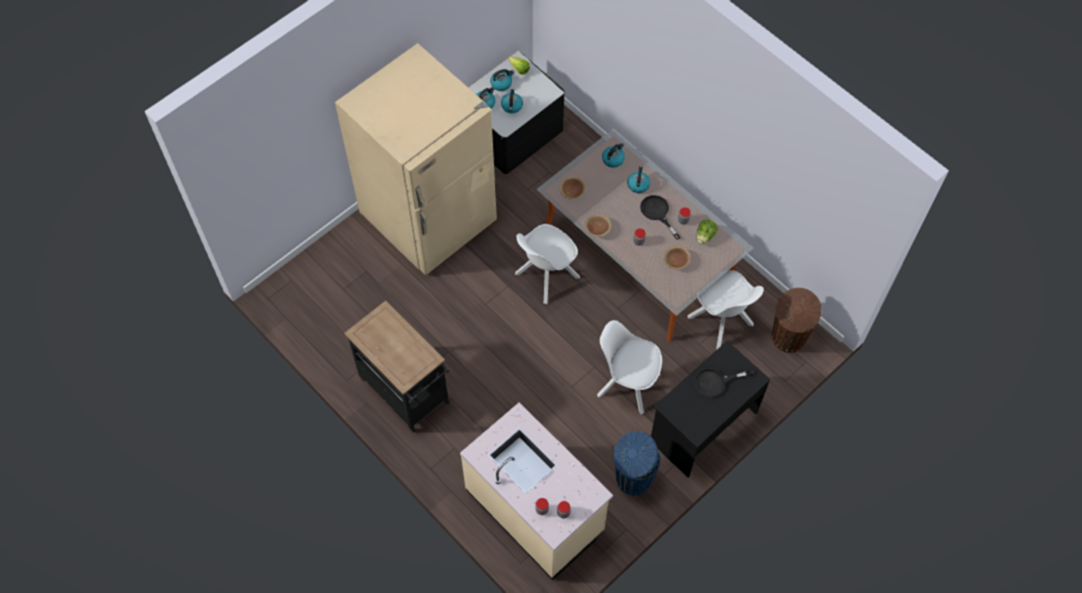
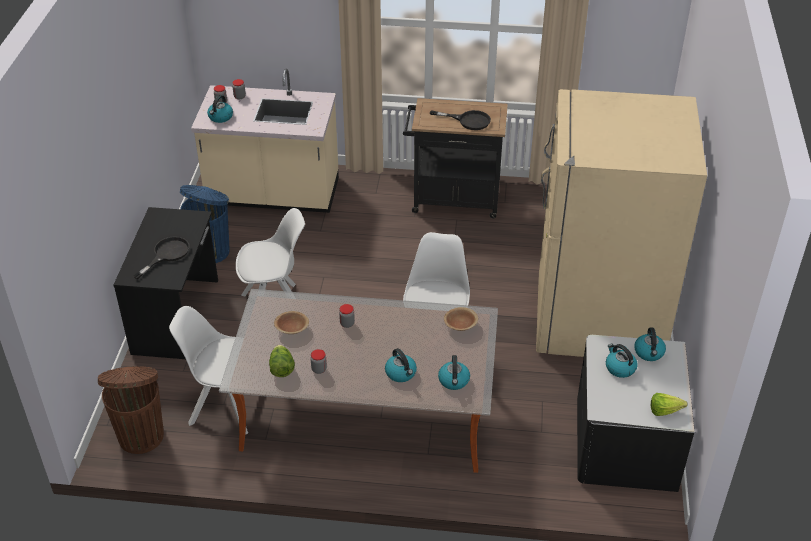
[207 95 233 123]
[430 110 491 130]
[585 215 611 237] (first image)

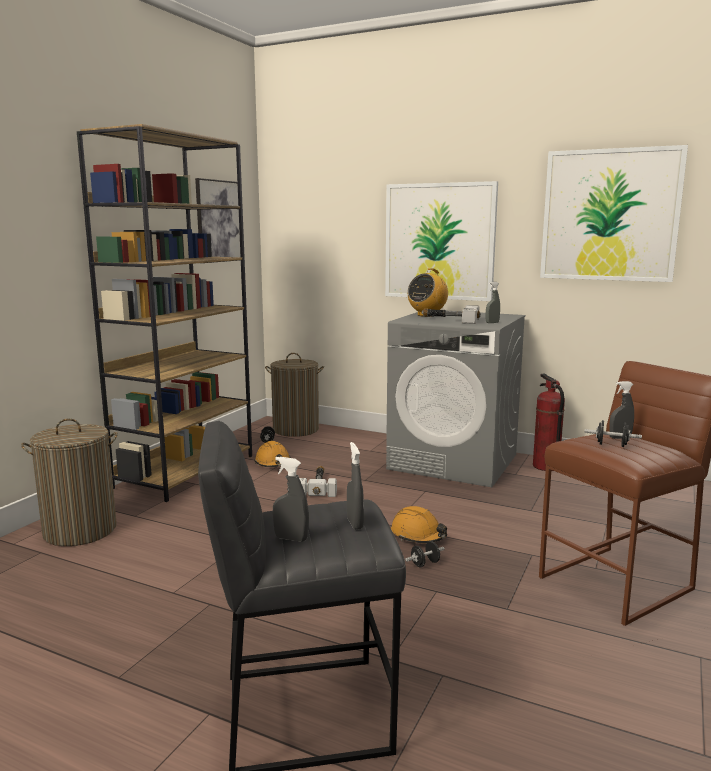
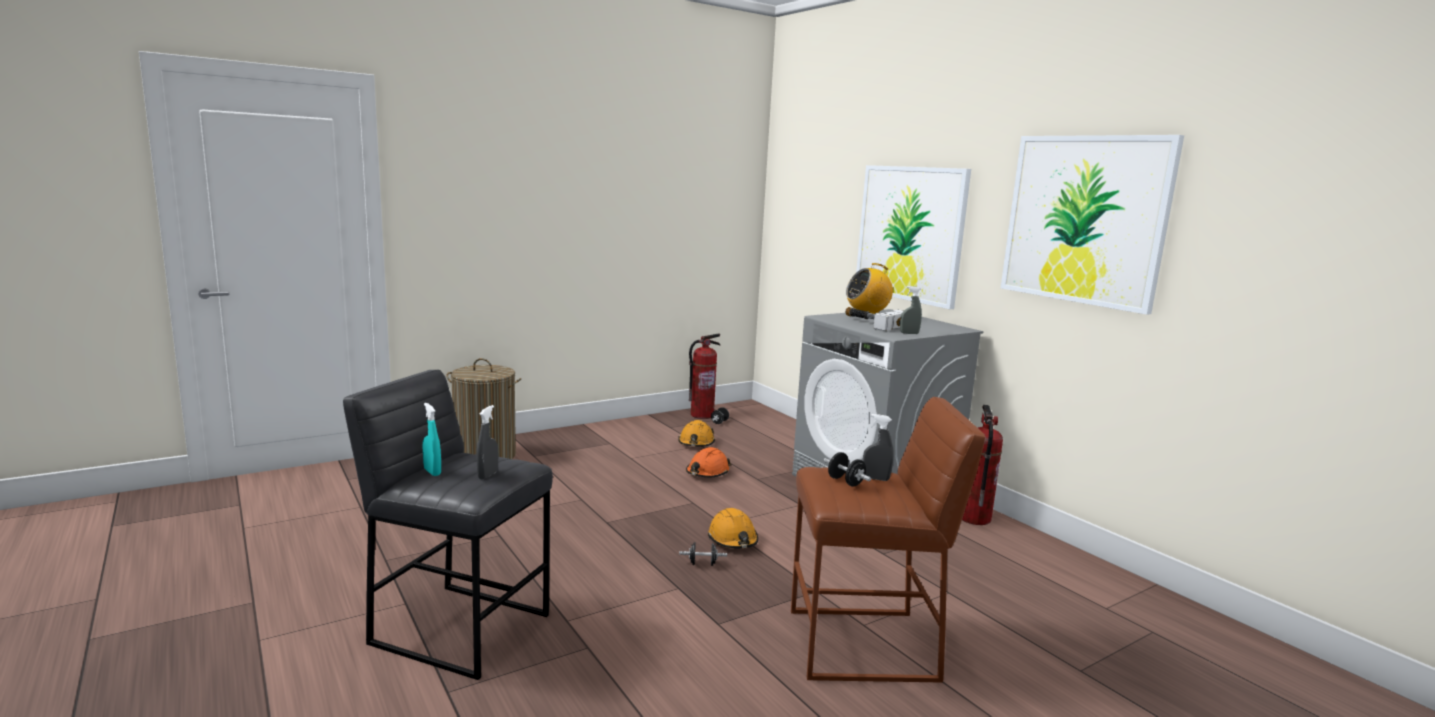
[77 124 252 502] (first image)
[195 178 240 263] (first image)
[265 353 324 437] (first image)
[422 403 441 476]
[686 447 731 477]
[689 334 721 419]

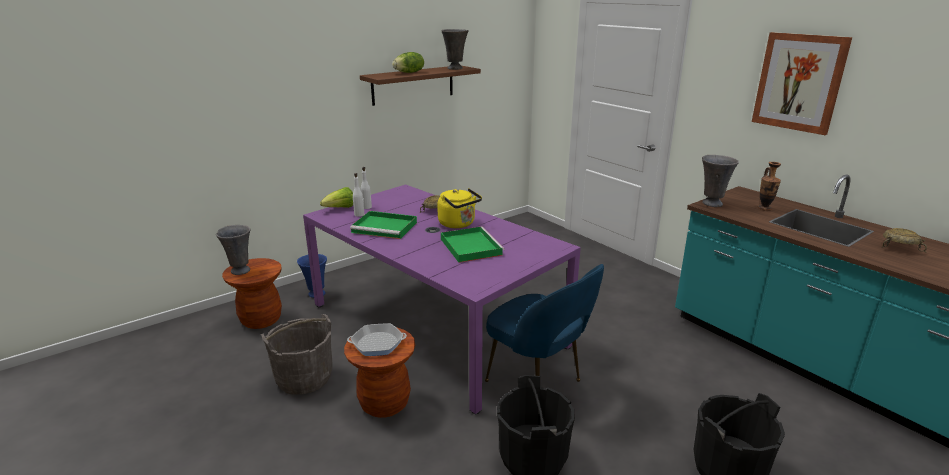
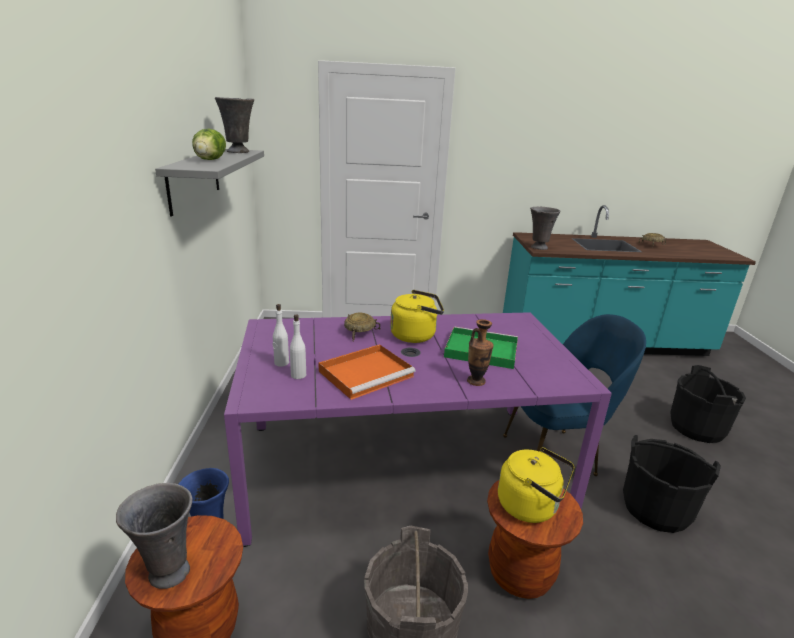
[752 32 852 135] (first image)
[155 149 264 216]
[467 319 494 386]
[320 187 353 208] (first image)
[319 344 416 400]
[498 447 574 523]

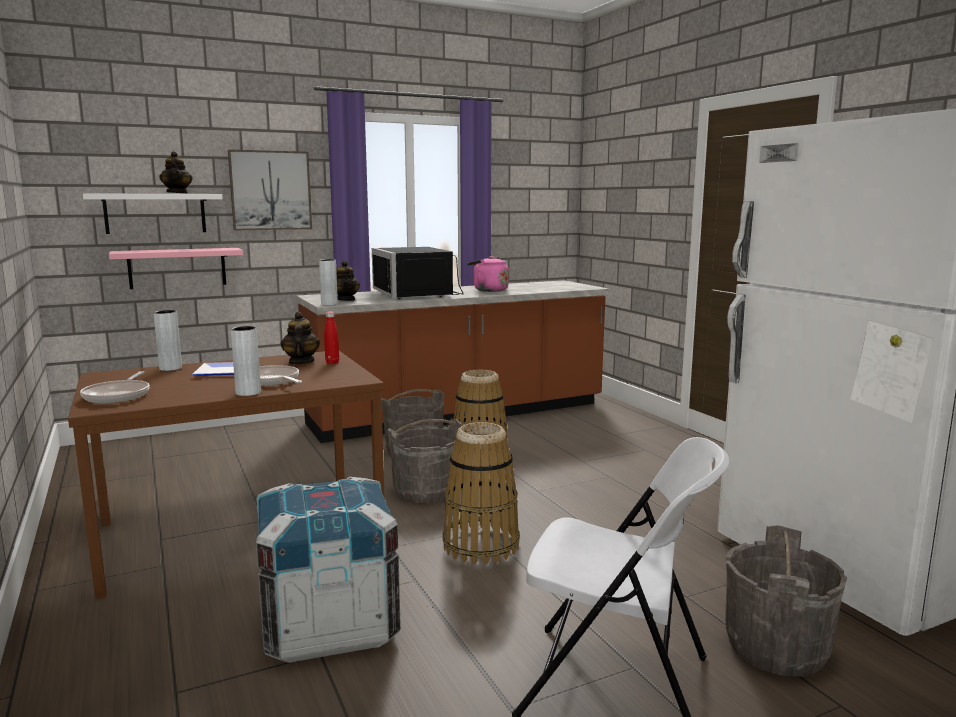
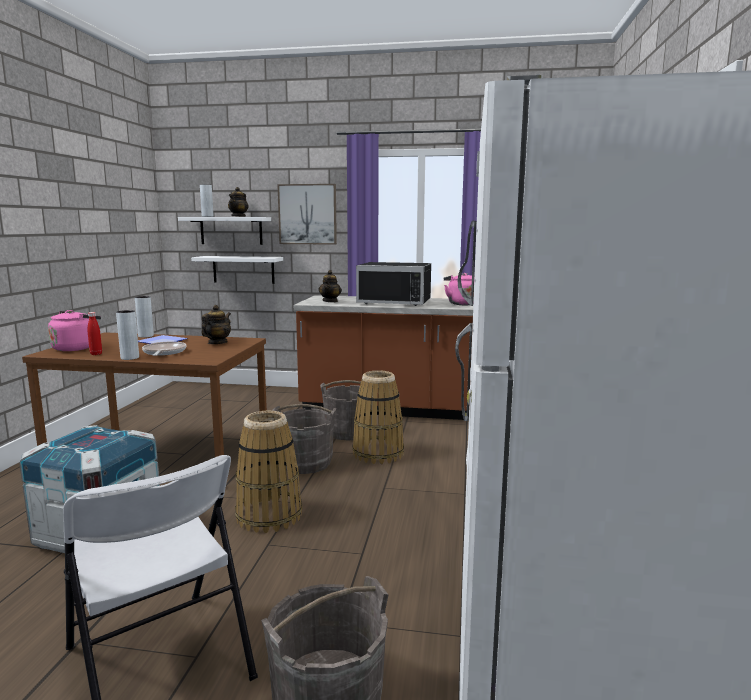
[356 262 431 306]
[191 256 283 284]
[200 184 213 217]
[88 312 102 355]
[48 310 101 351]

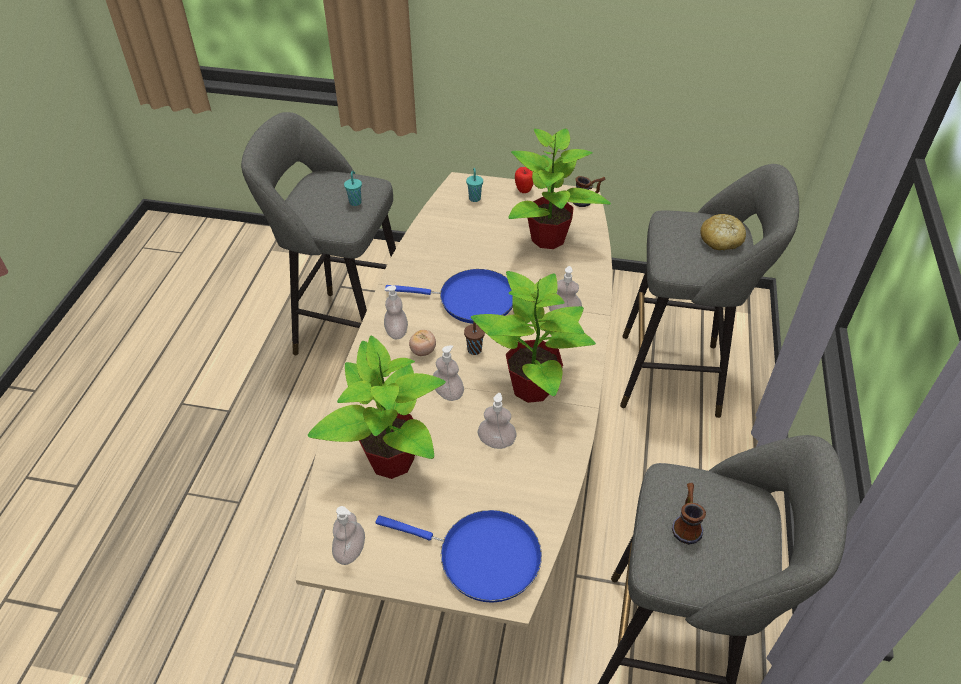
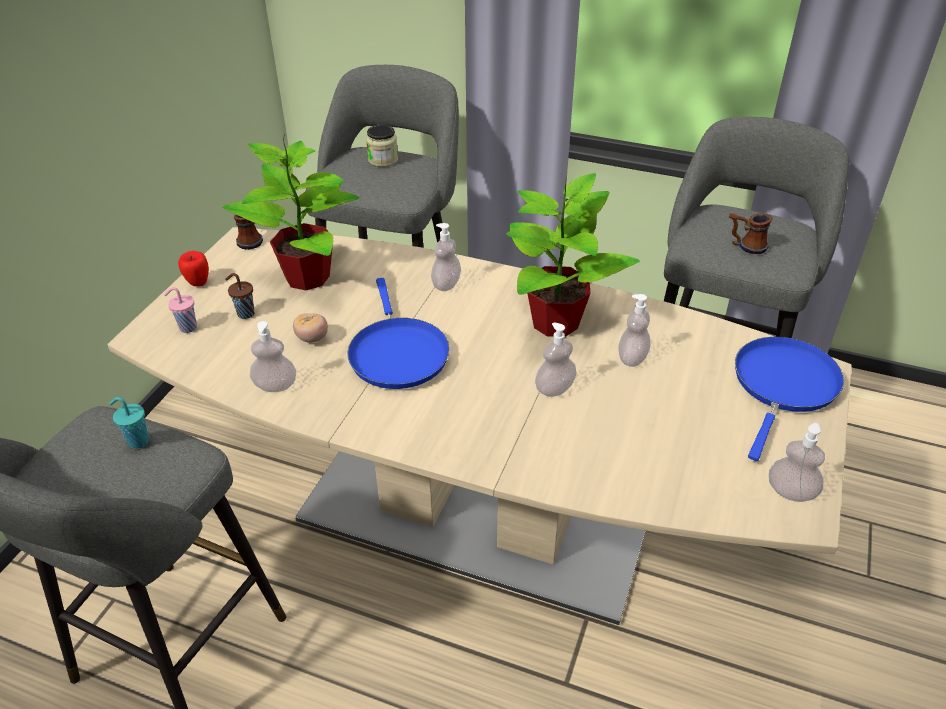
[164 287 197 333]
[366 125 398 167]
[348 278 450 389]
[250 321 296 392]
[225 273 254 319]
[293 313 328 343]
[308 336 446 479] (first image)

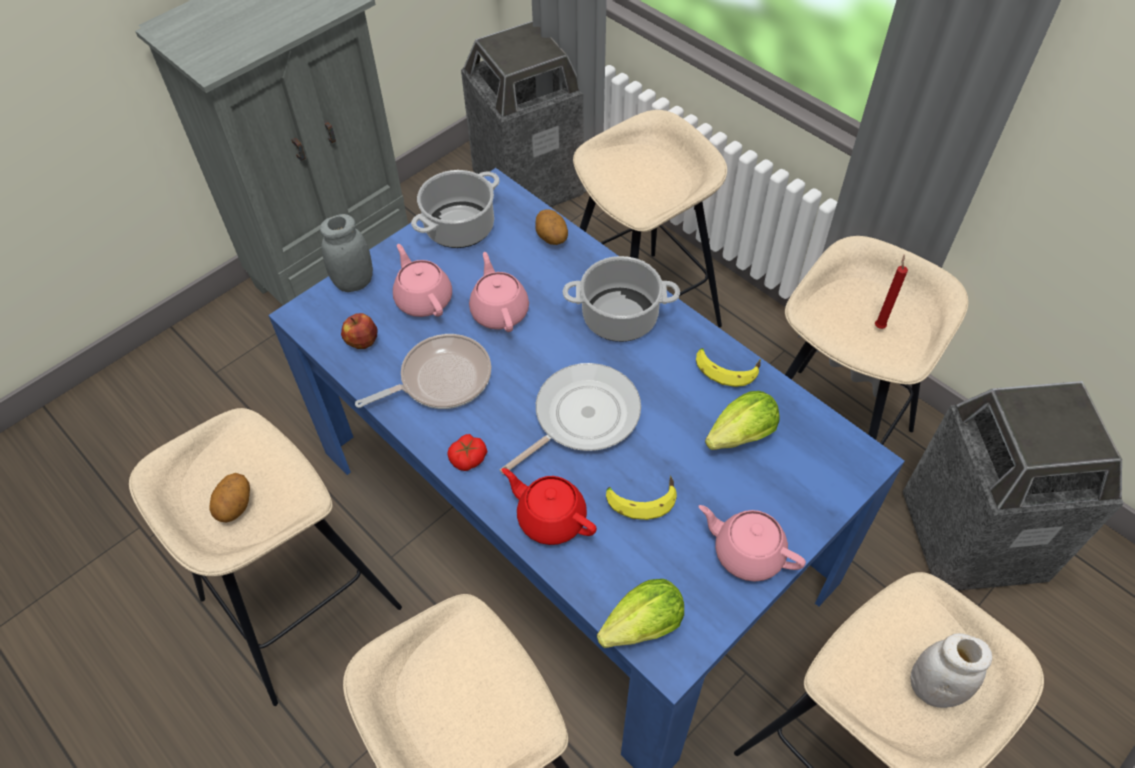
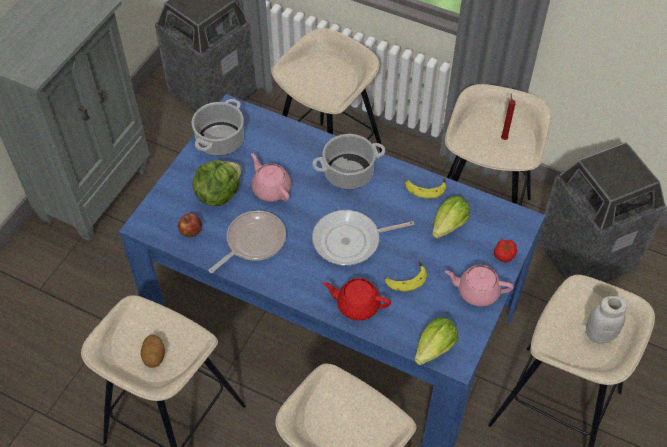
[535 209 568 245] (first image)
[320 214 373 292] (first image)
[192 160 241 206]
[312 210 414 265]
[494 239 517 262]

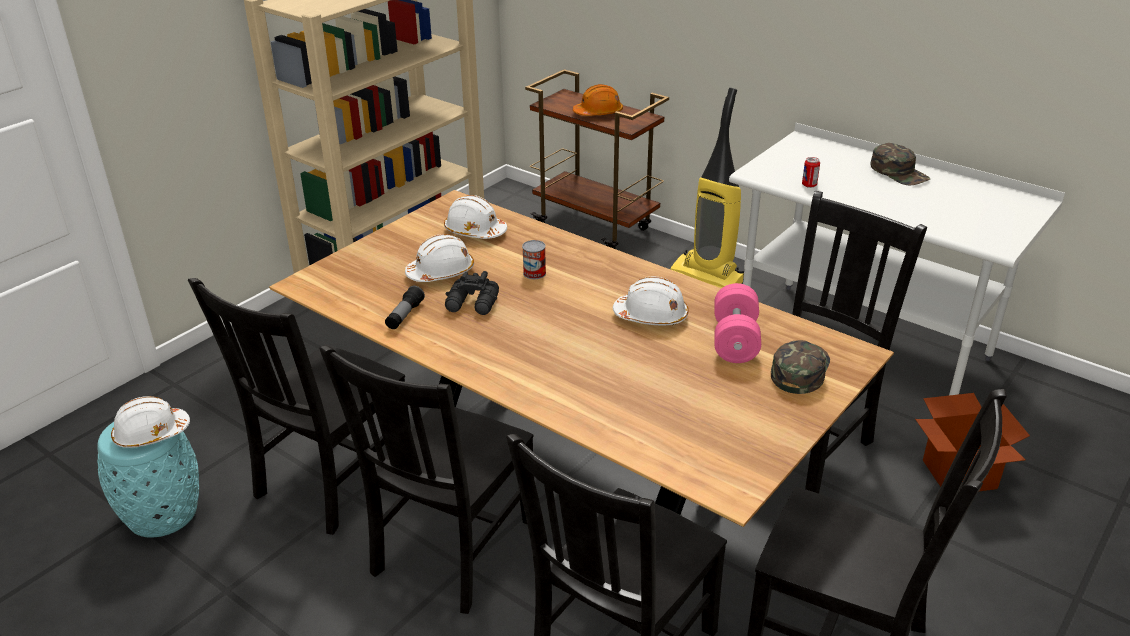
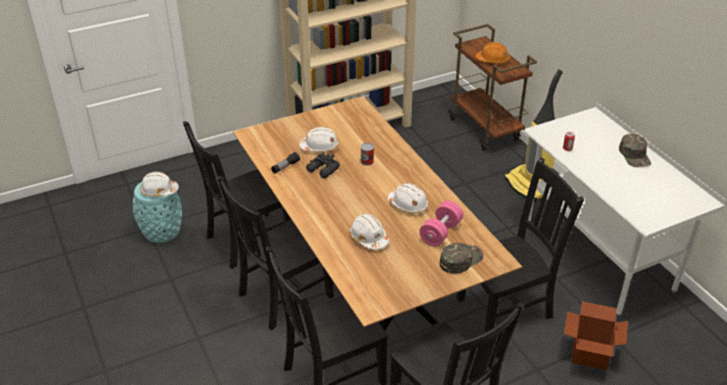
[349 214 389 250]

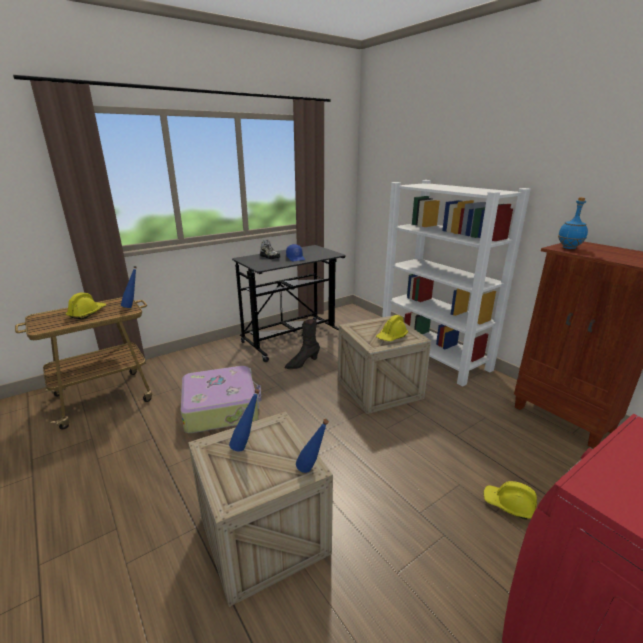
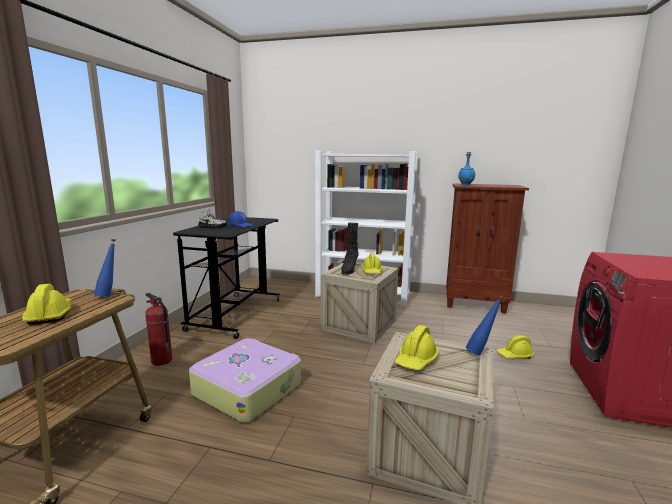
[341 223 359 275]
[395 325 439 370]
[145 293 172 366]

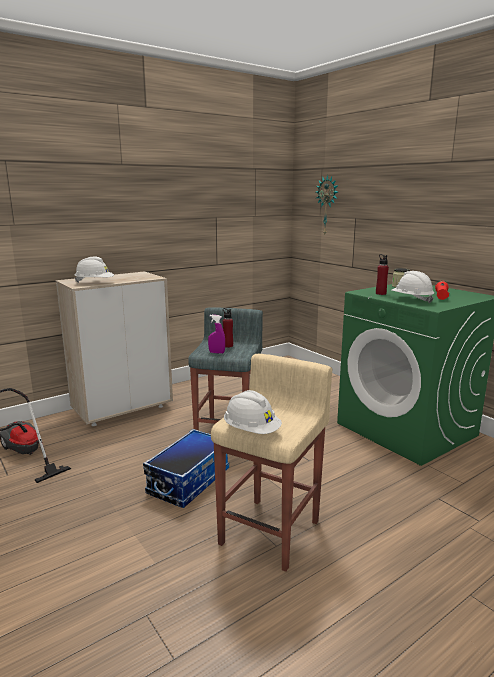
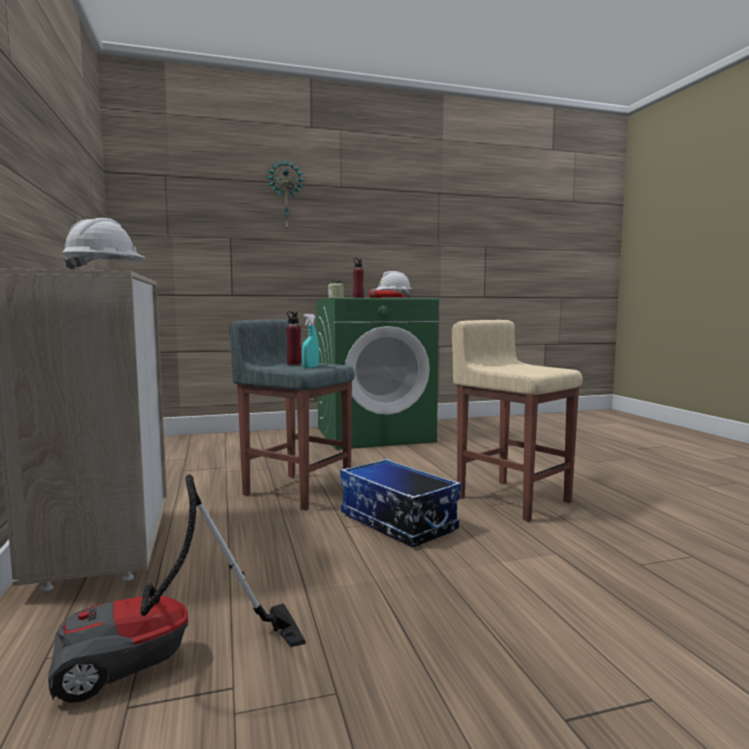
[266 159 305 230]
[302 314 319 368]
[224 390 282 434] (first image)

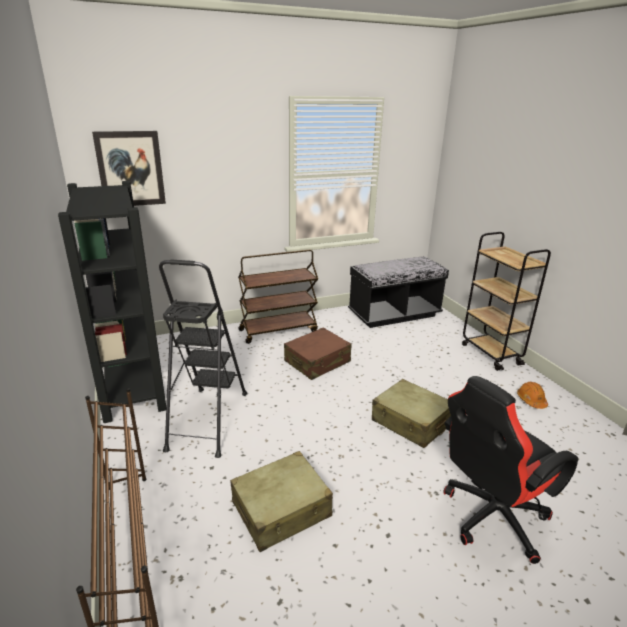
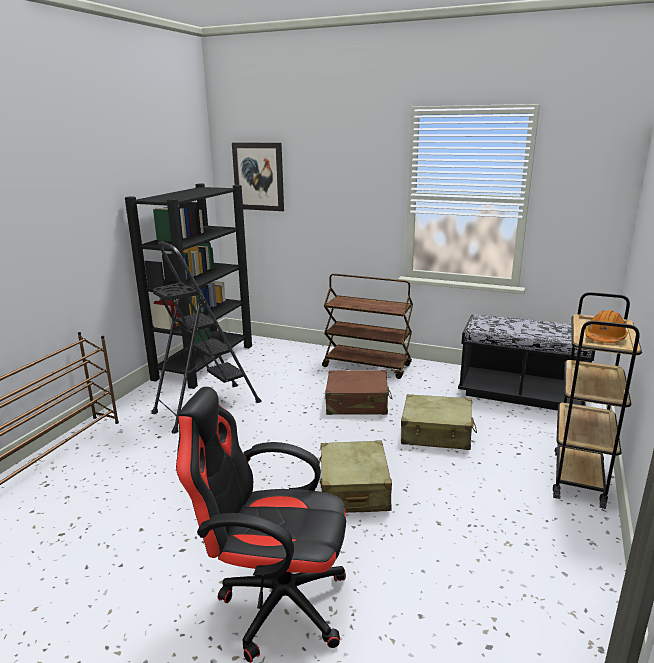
[585 310 628 343]
[401 394 477 450]

